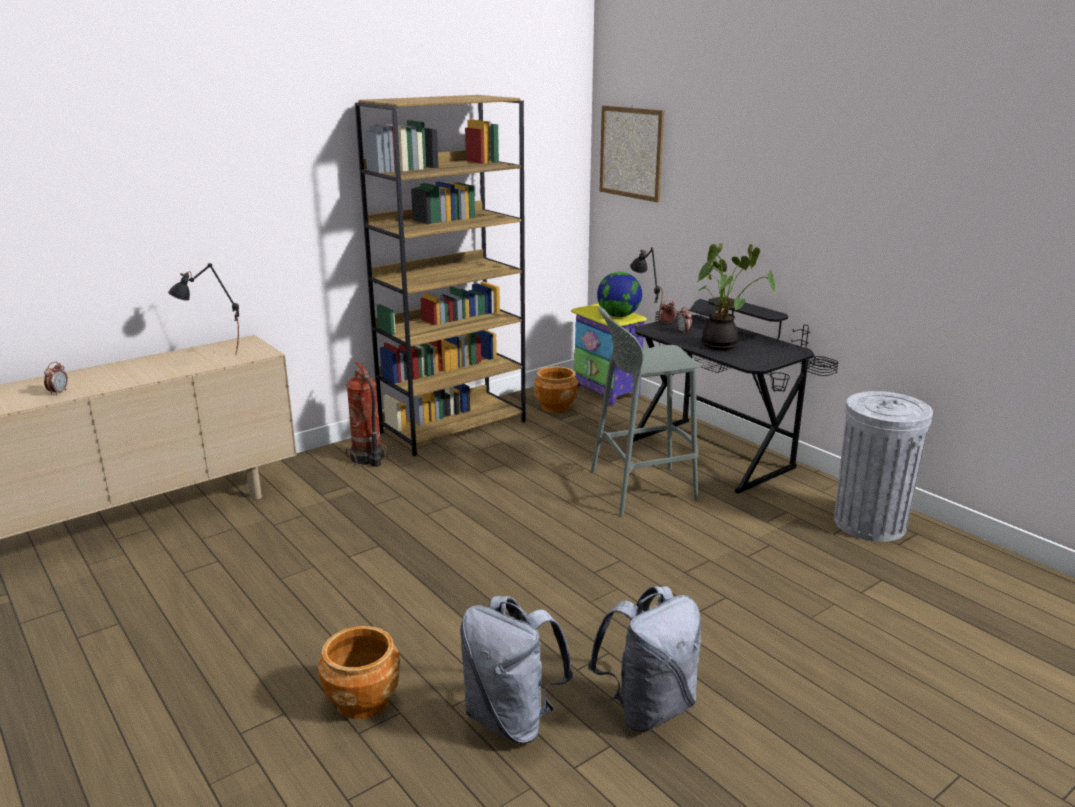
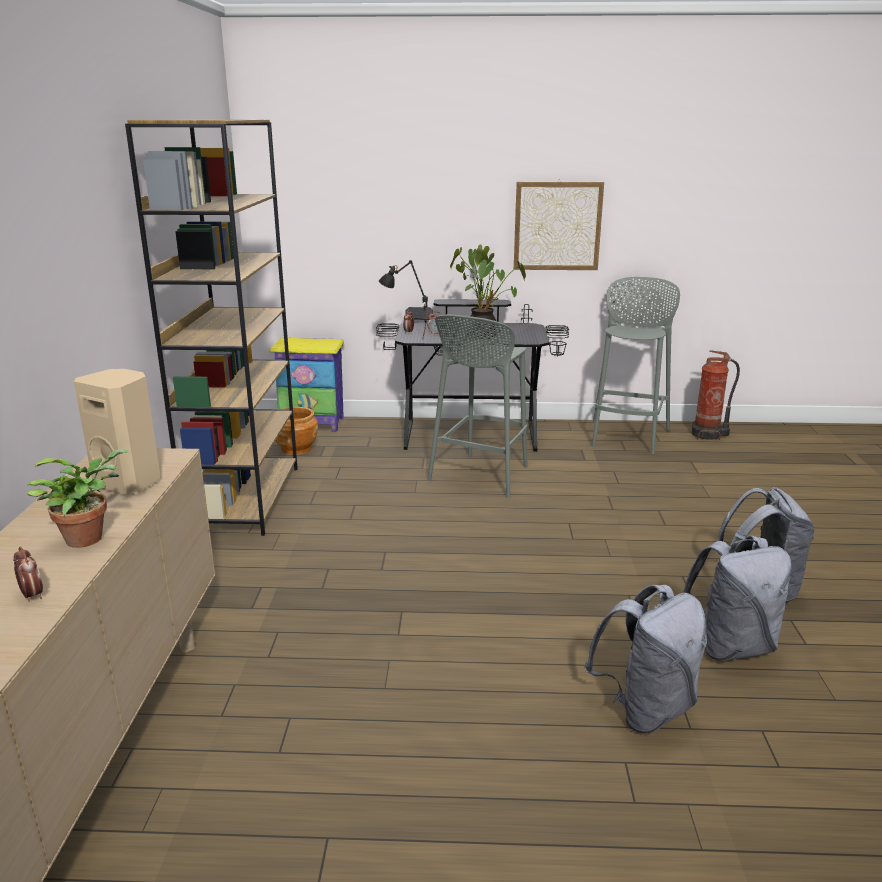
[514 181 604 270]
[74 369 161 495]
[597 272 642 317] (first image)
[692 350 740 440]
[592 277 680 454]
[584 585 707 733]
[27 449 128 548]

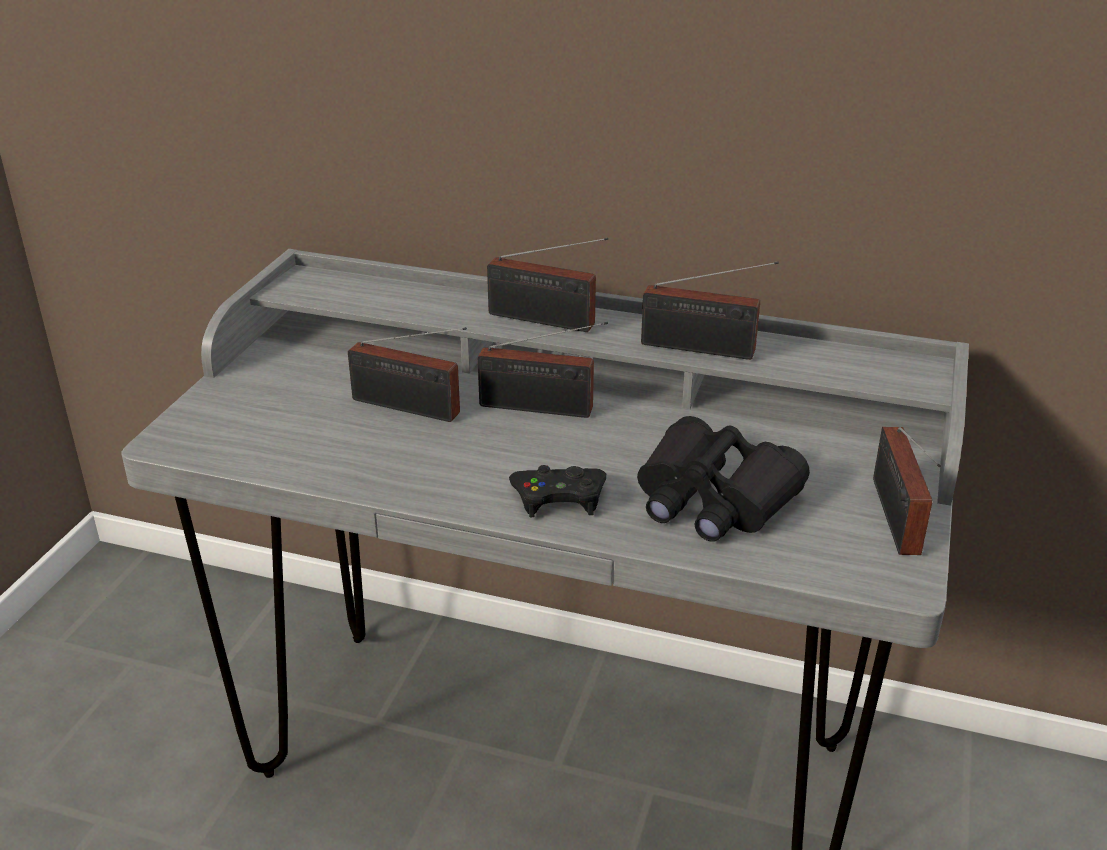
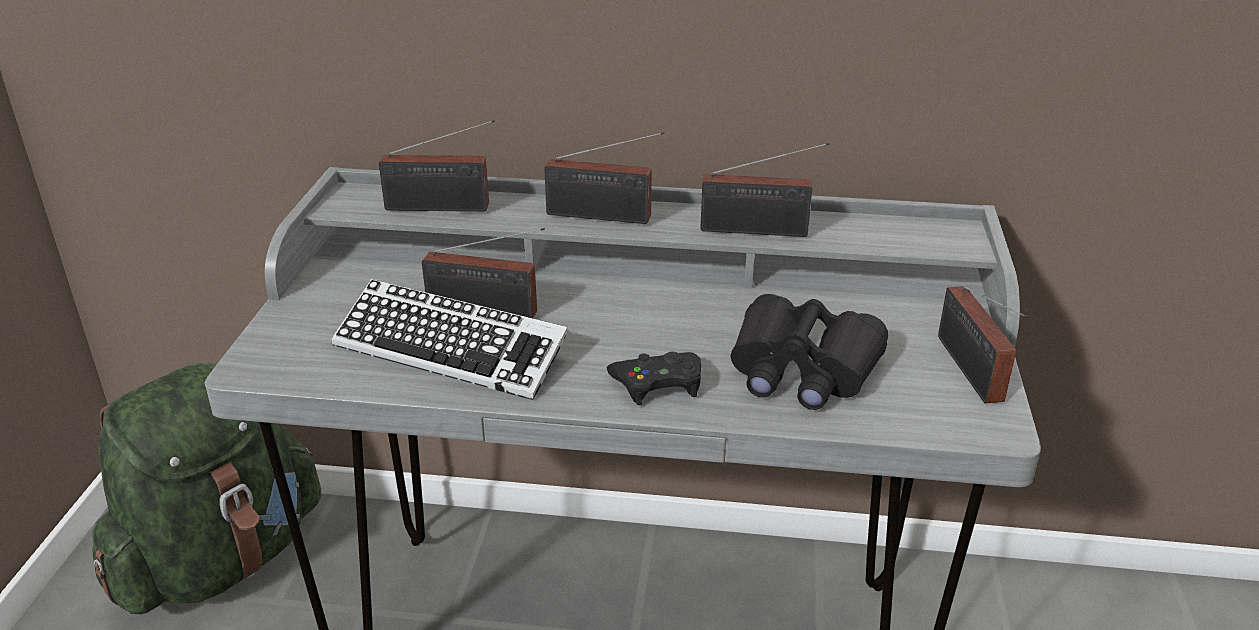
[379 120 495 212]
[332 279 569 400]
[92 362 321 614]

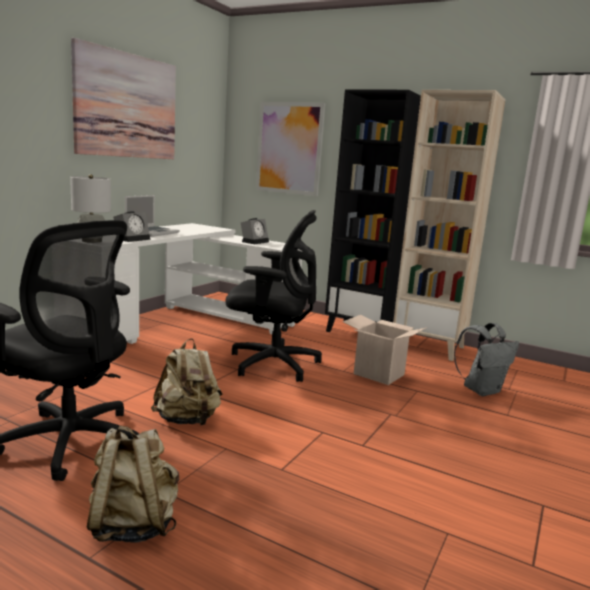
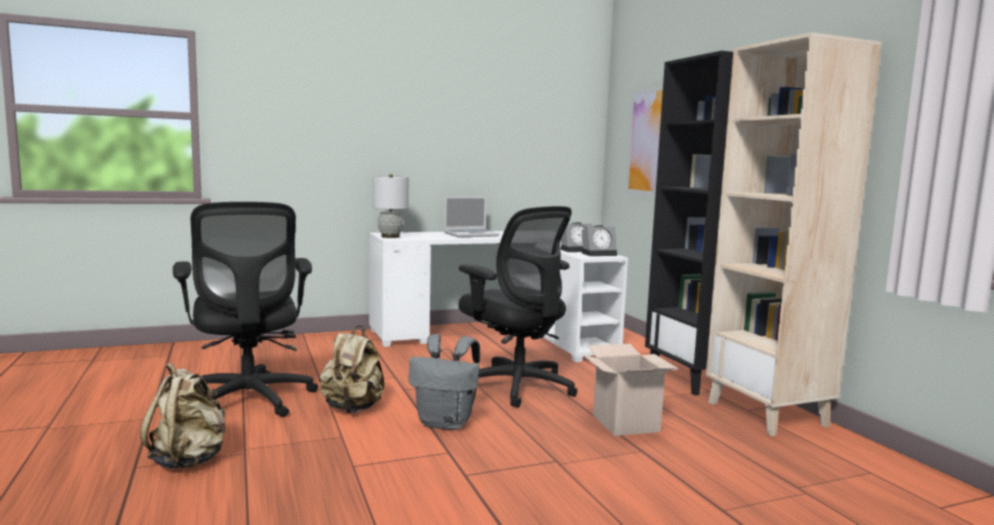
[71 38 176 159] (first image)
[581 225 617 256]
[409 334 480 430]

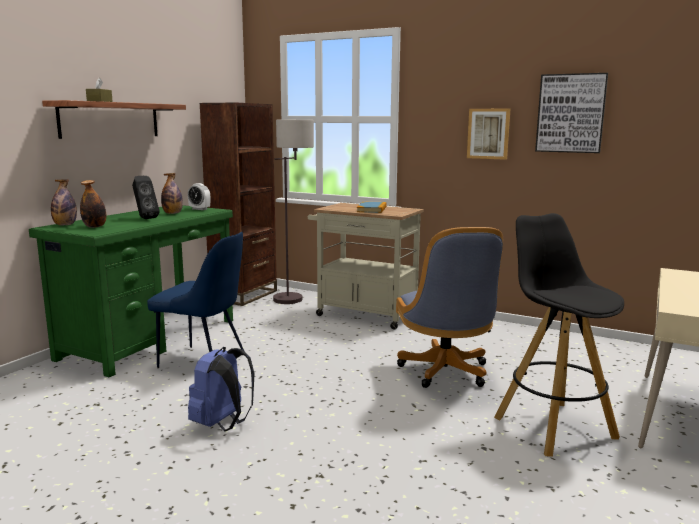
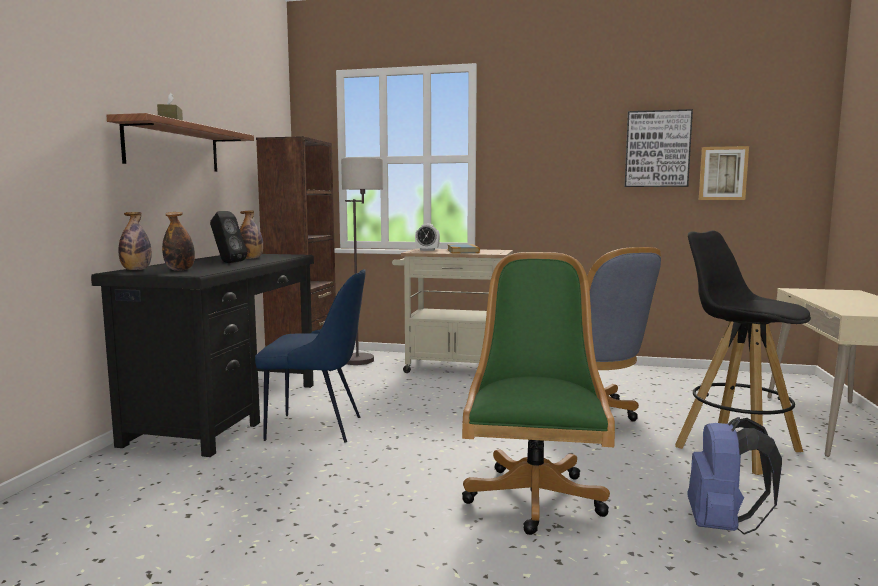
[699 146 749 200]
[415 224 440 251]
[91 254 314 457]
[687 417 782 535]
[462 252 615 535]

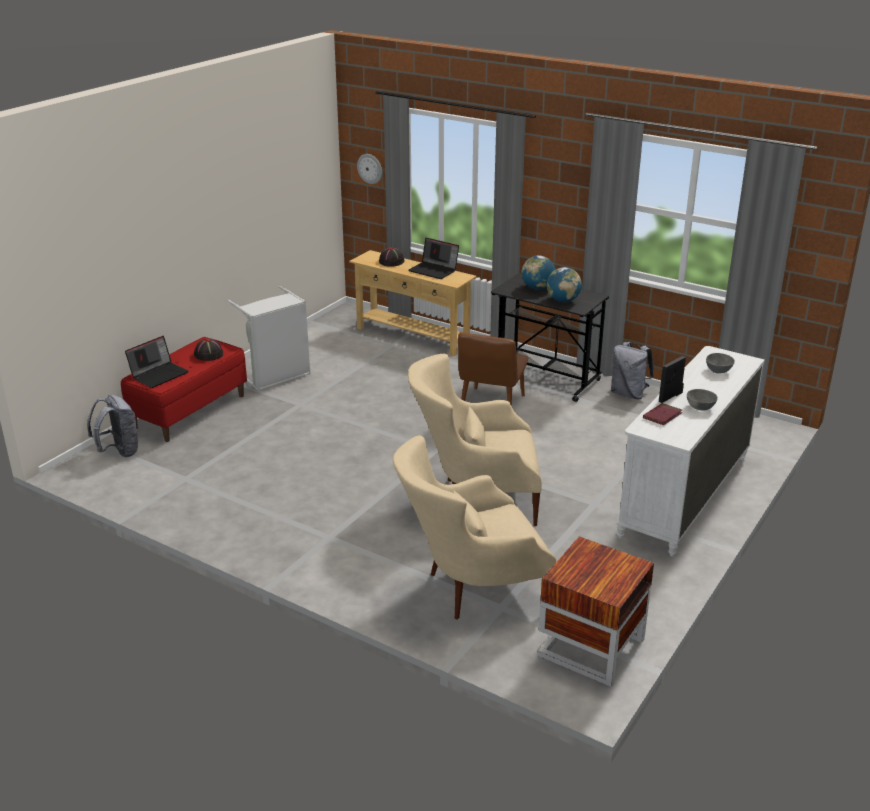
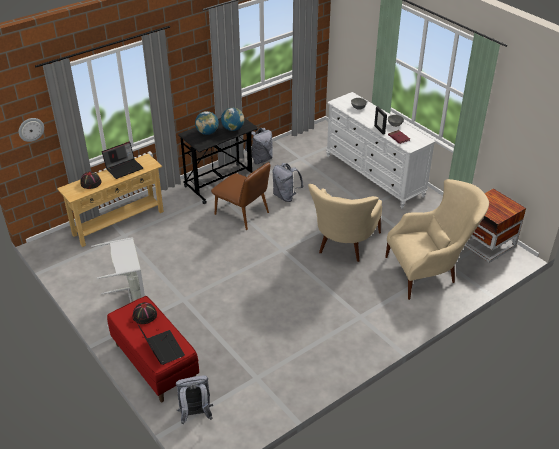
[385 179 489 300]
[273 163 303 202]

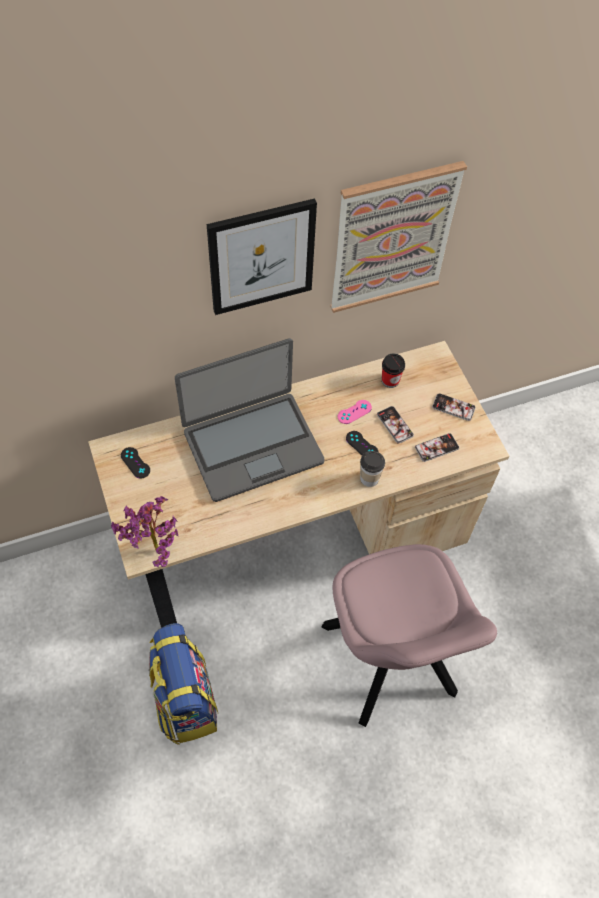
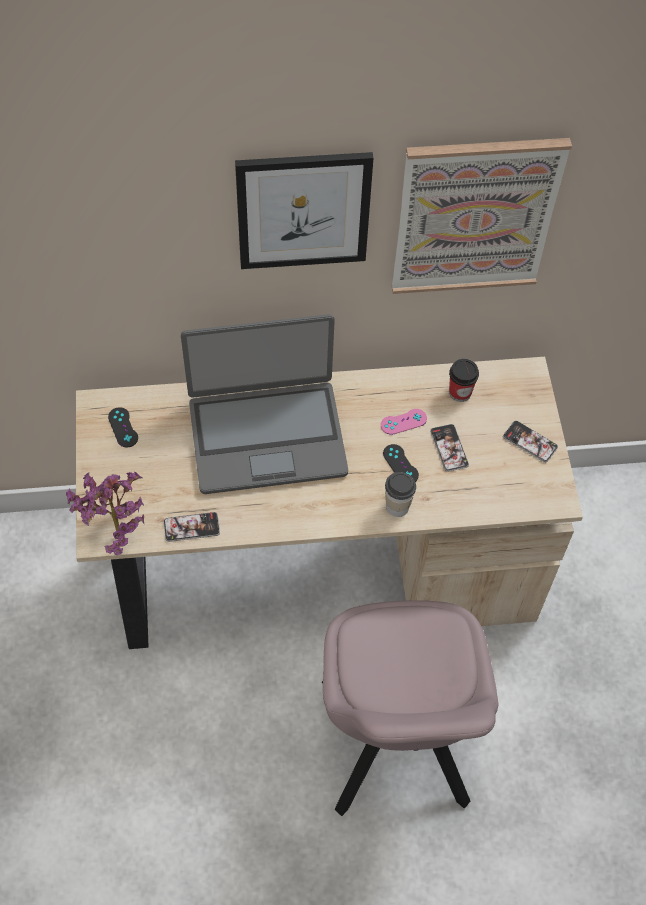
[164 512 220 542]
[149 623 218 744] (first image)

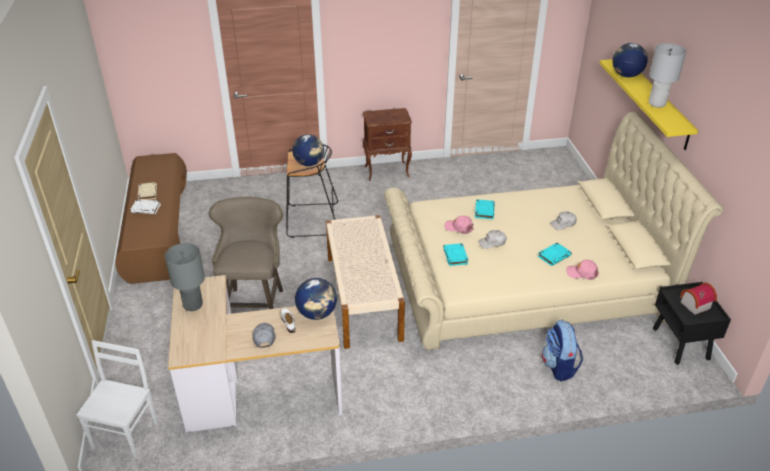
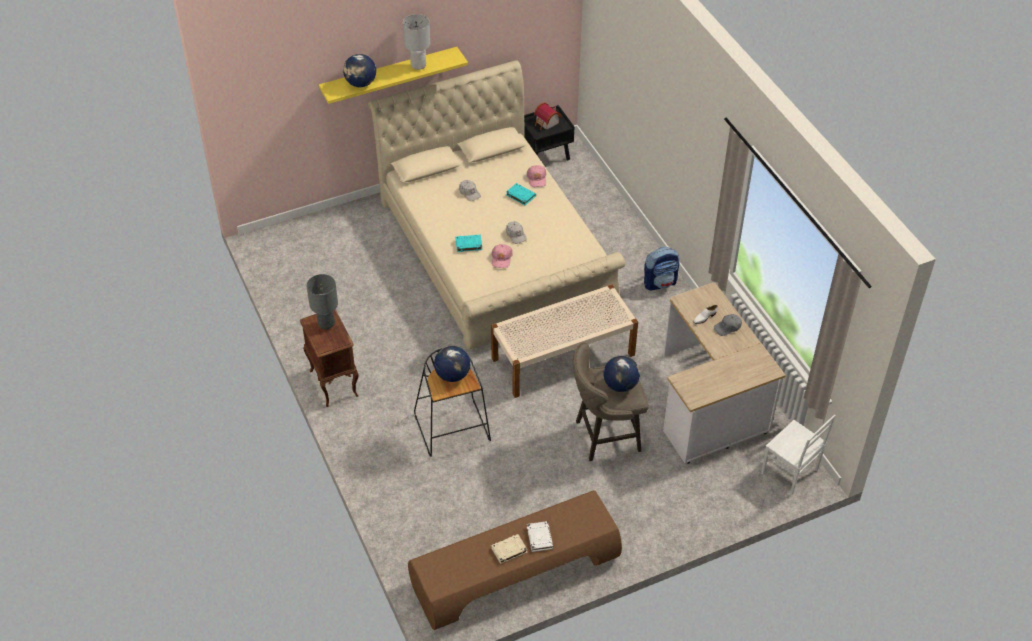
[307 274 338 330]
[443 243 469 266] (first image)
[604 356 640 392]
[644 247 680 290]
[761 414 836 495]

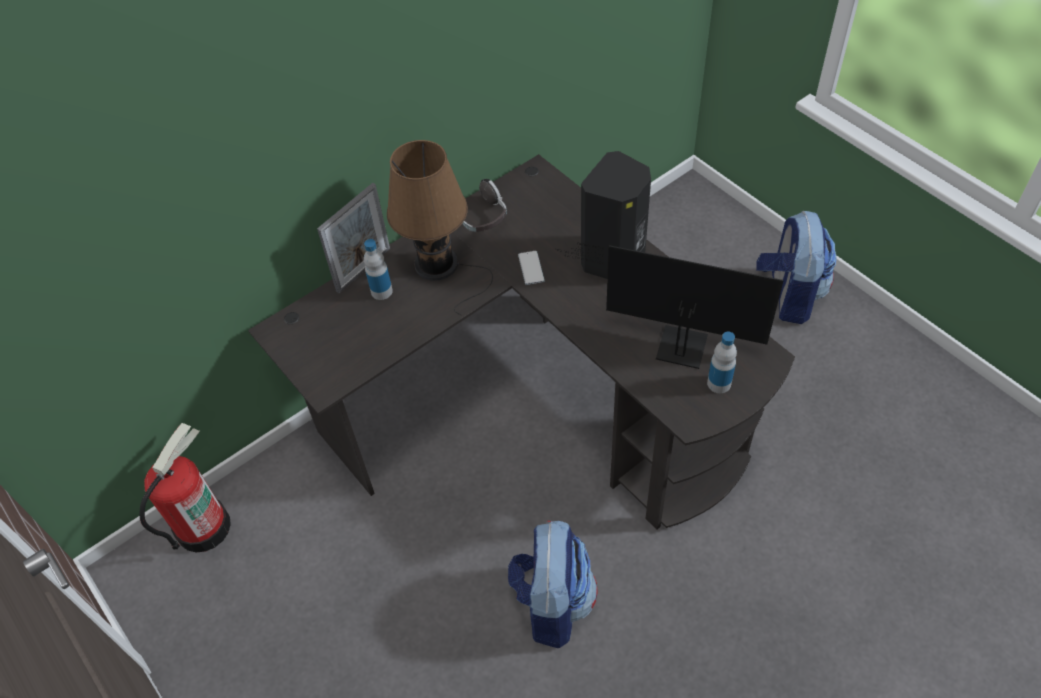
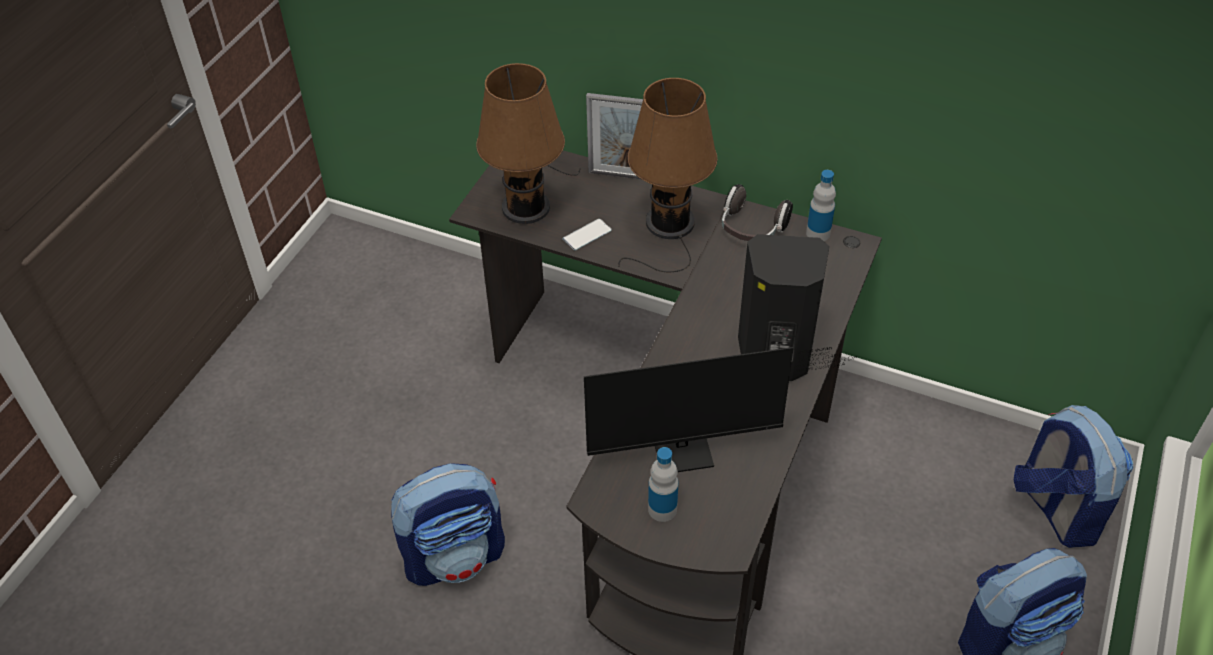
[806 170 836 241]
[584 347 857 472]
[563 219 612 250]
[140 423 231 552] (first image)
[476 63 581 224]
[1014 405 1134 548]

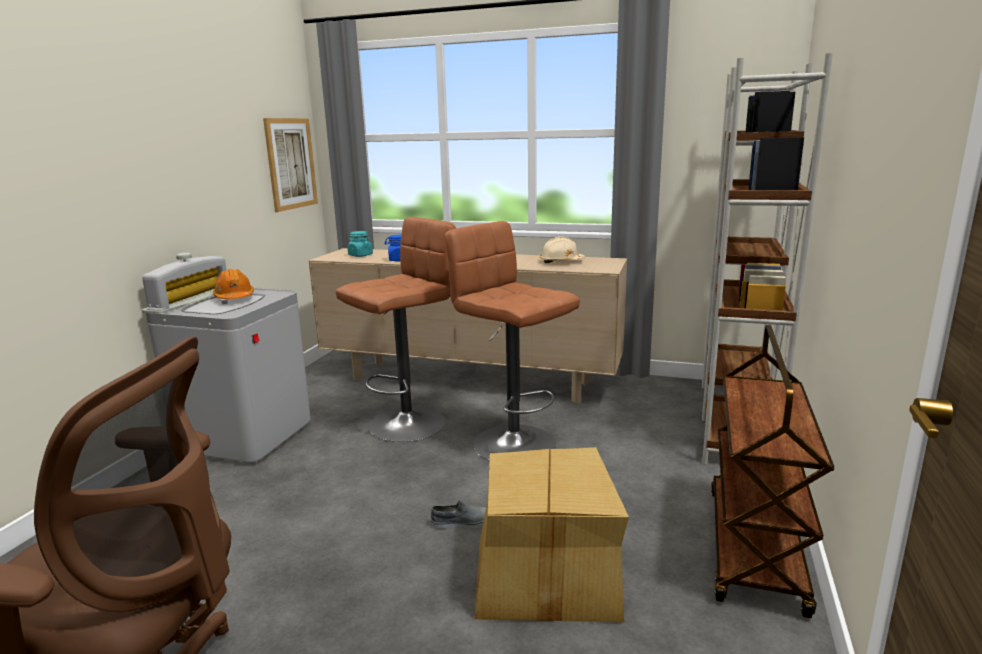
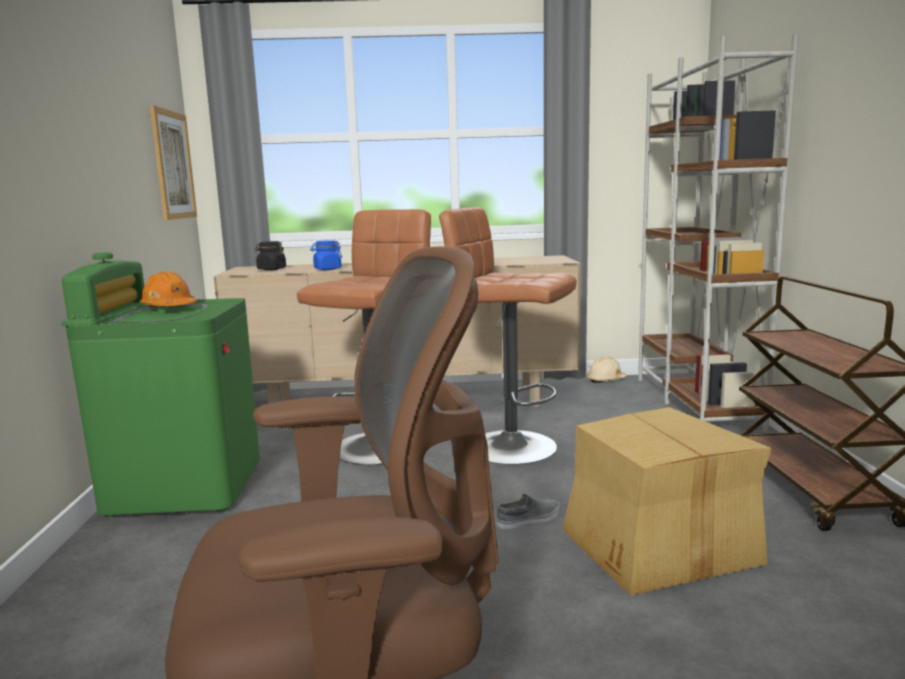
[255 241 286 270]
[586 357 627 383]
[61 252 260 517]

